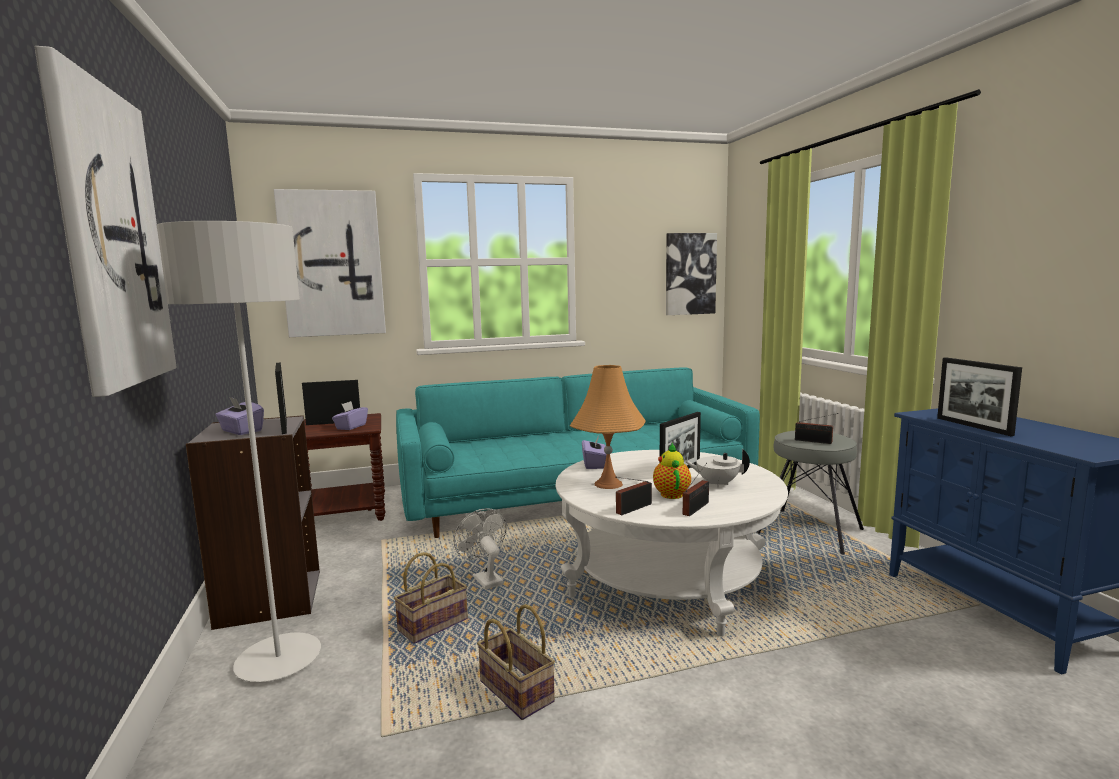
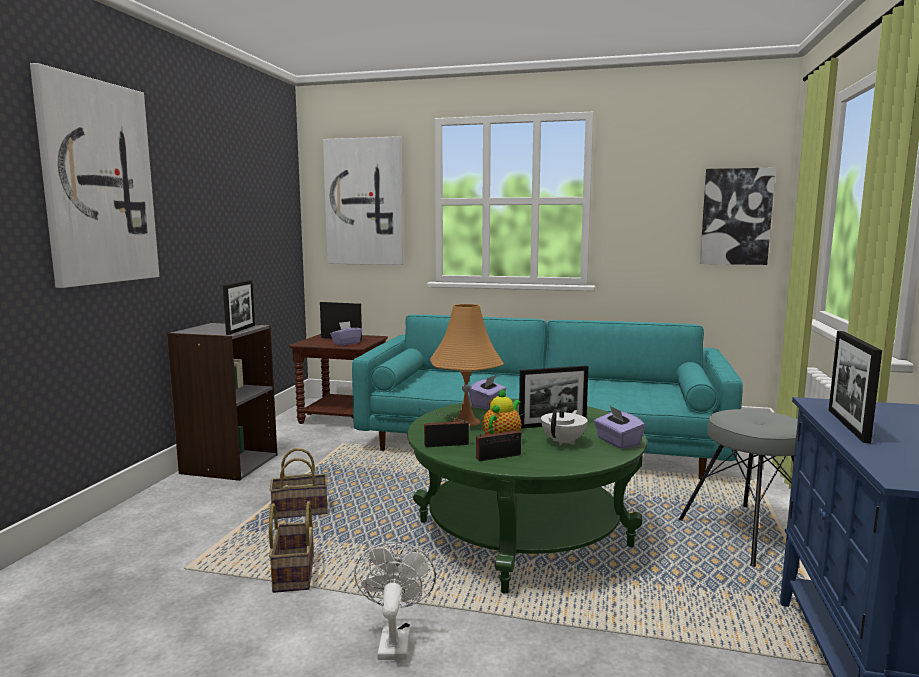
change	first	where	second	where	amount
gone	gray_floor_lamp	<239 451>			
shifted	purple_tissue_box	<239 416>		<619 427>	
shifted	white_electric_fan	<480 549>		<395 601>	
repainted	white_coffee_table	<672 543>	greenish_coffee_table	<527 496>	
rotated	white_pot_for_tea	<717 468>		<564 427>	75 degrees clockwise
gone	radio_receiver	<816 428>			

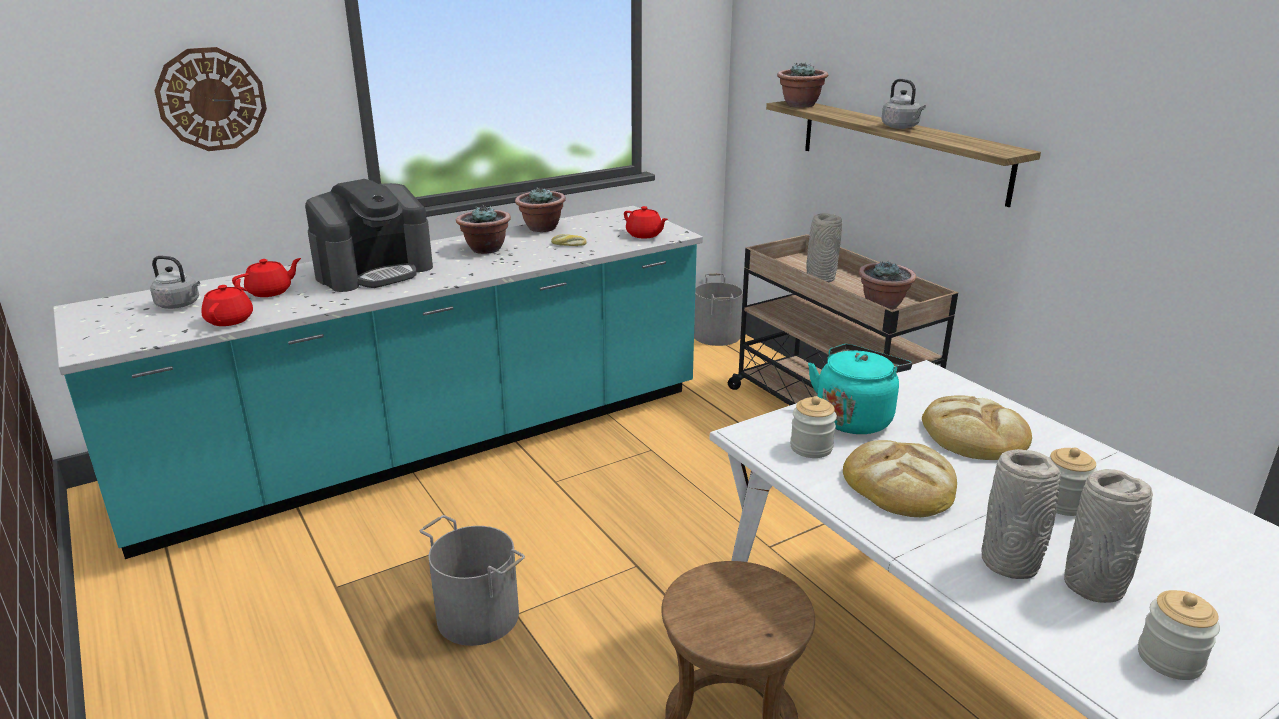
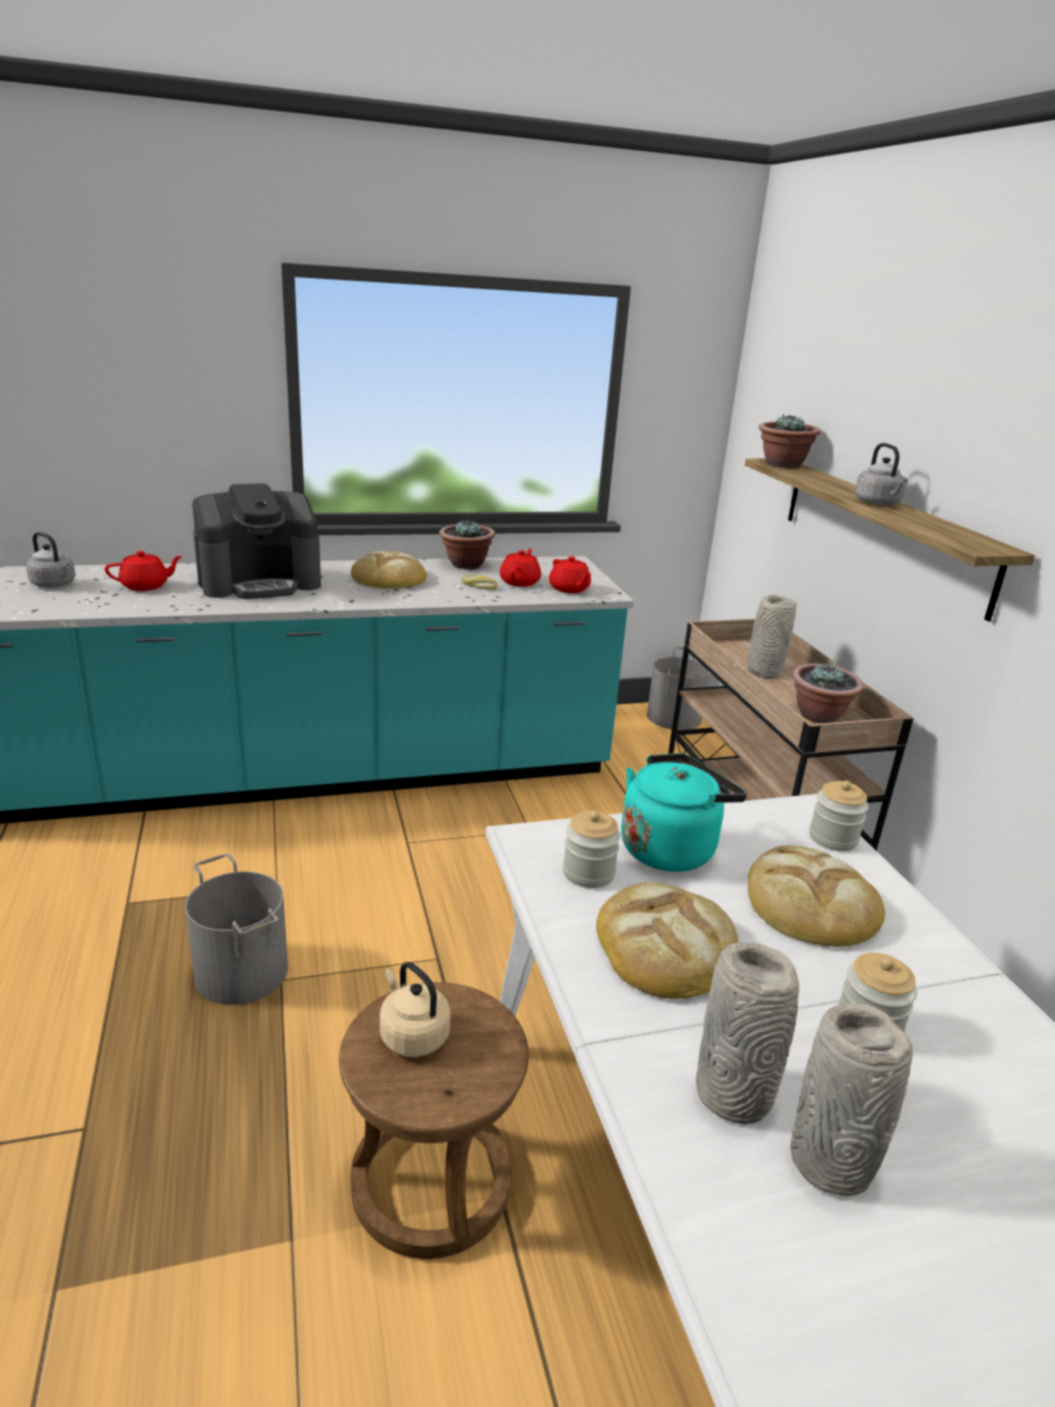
change	first	where	second	where	amount
gone	clock_on_the_wall	<210 99>			
shifted	red-coloured_pot_for_tea	<227 302>		<520 568>	
swapped	potted_plant	<483 229>	bakery_bread	<389 570>	
shifted	storage_jar	<1179 635>		<839 816>	
new			beige_kettle	<415 1009>	

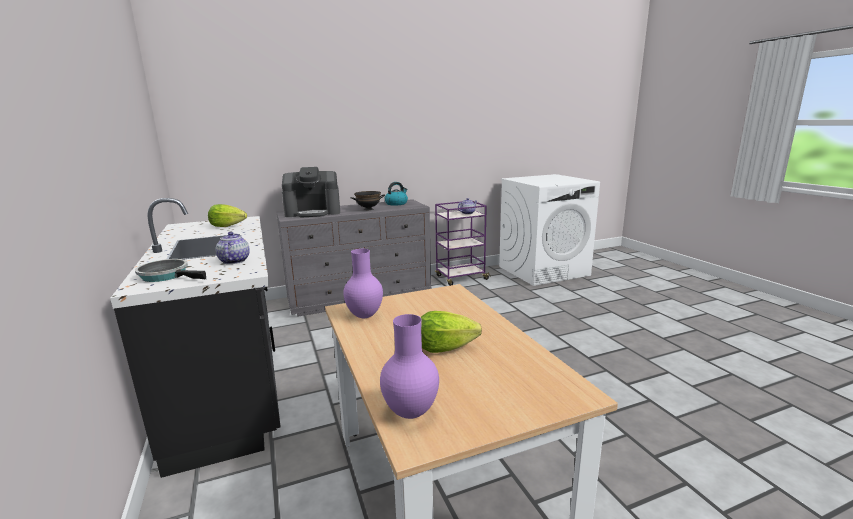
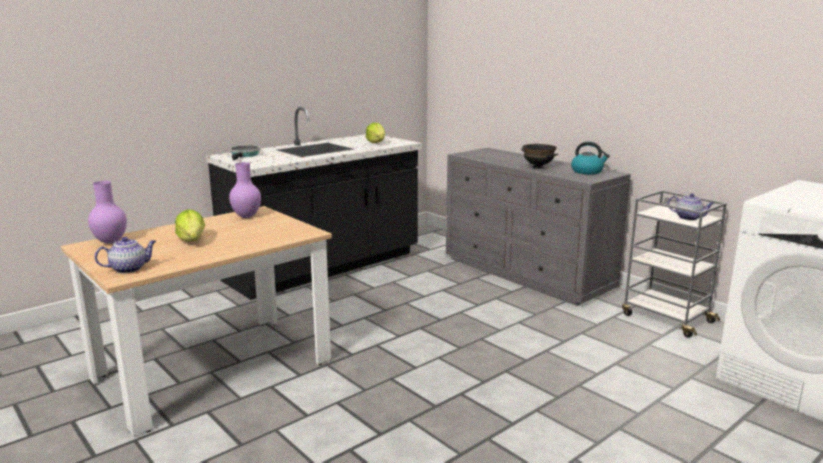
change	first	where	second	where	amount
shifted	pot_for_tea	<232 248>		<125 255>	
gone	coffee_maker	<311 192>			
repainted	purple_trolley	<463 243>	gray_trolley	<674 264>	

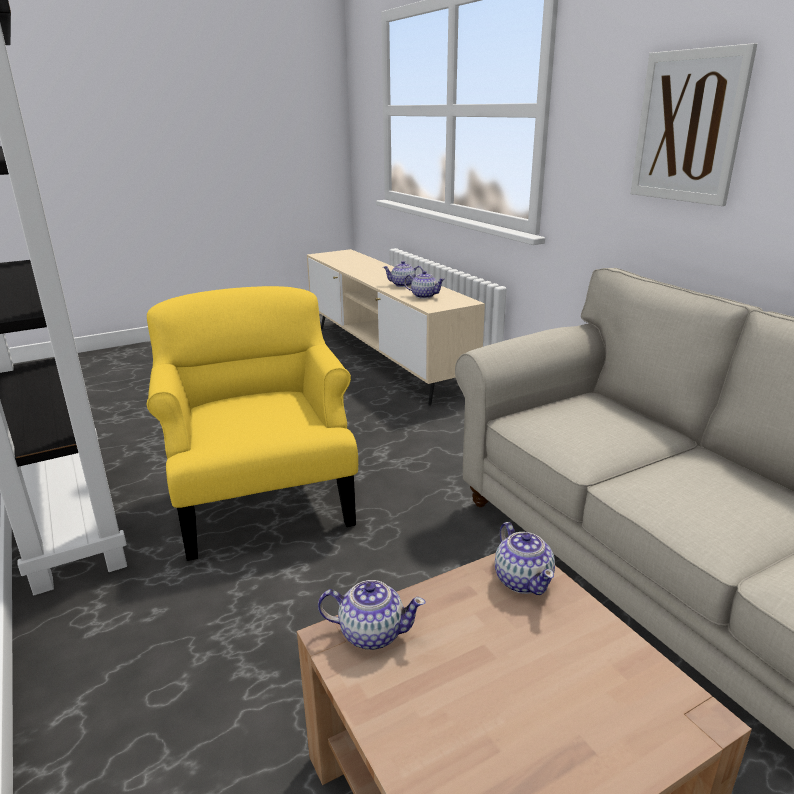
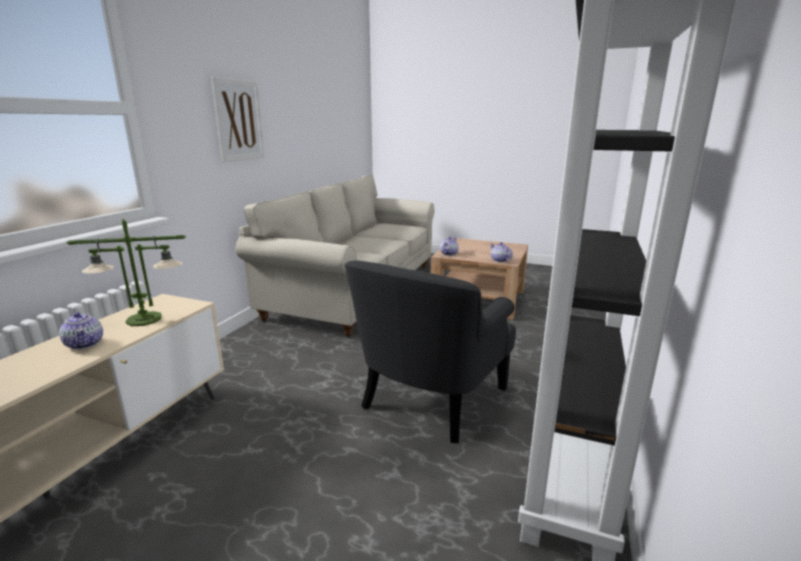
change	first	where	second	where	amount
repainted	yellow_armchair	<252 423>	blackish_armchair	<430 351>	
swapped	pot_for_tea	<424 285>	tabletop_lamp	<126 272>	

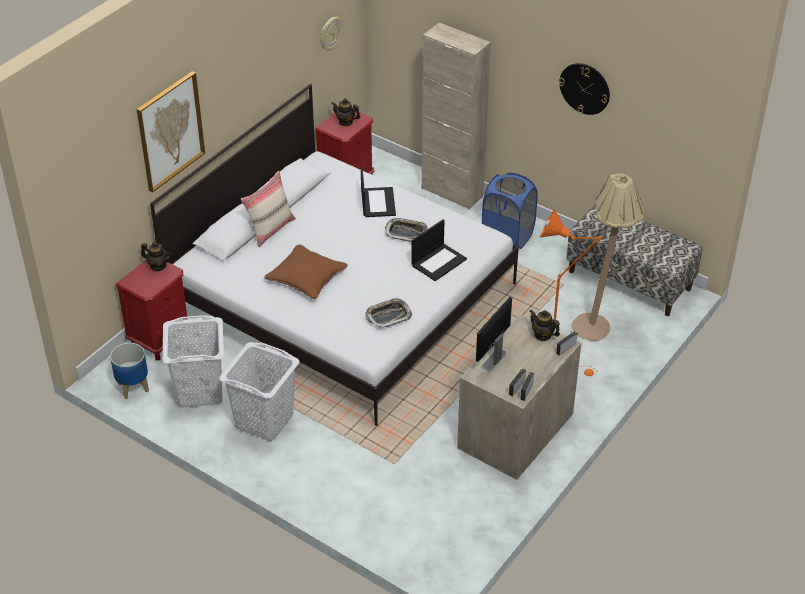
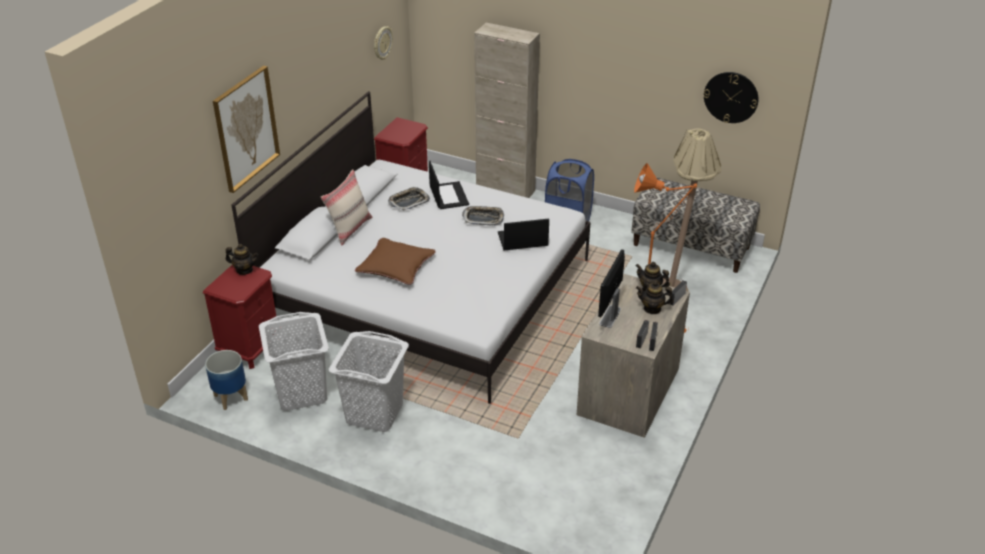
change	first	where	second	where	amount
shifted	pot_for_tea	<345 112>		<654 297>	
shifted	tray	<388 313>		<409 199>	
rotated	laptop	<439 250>		<523 234>	135 degrees counterclockwise
shifted	clock_on_the_wall	<584 89>		<731 97>	

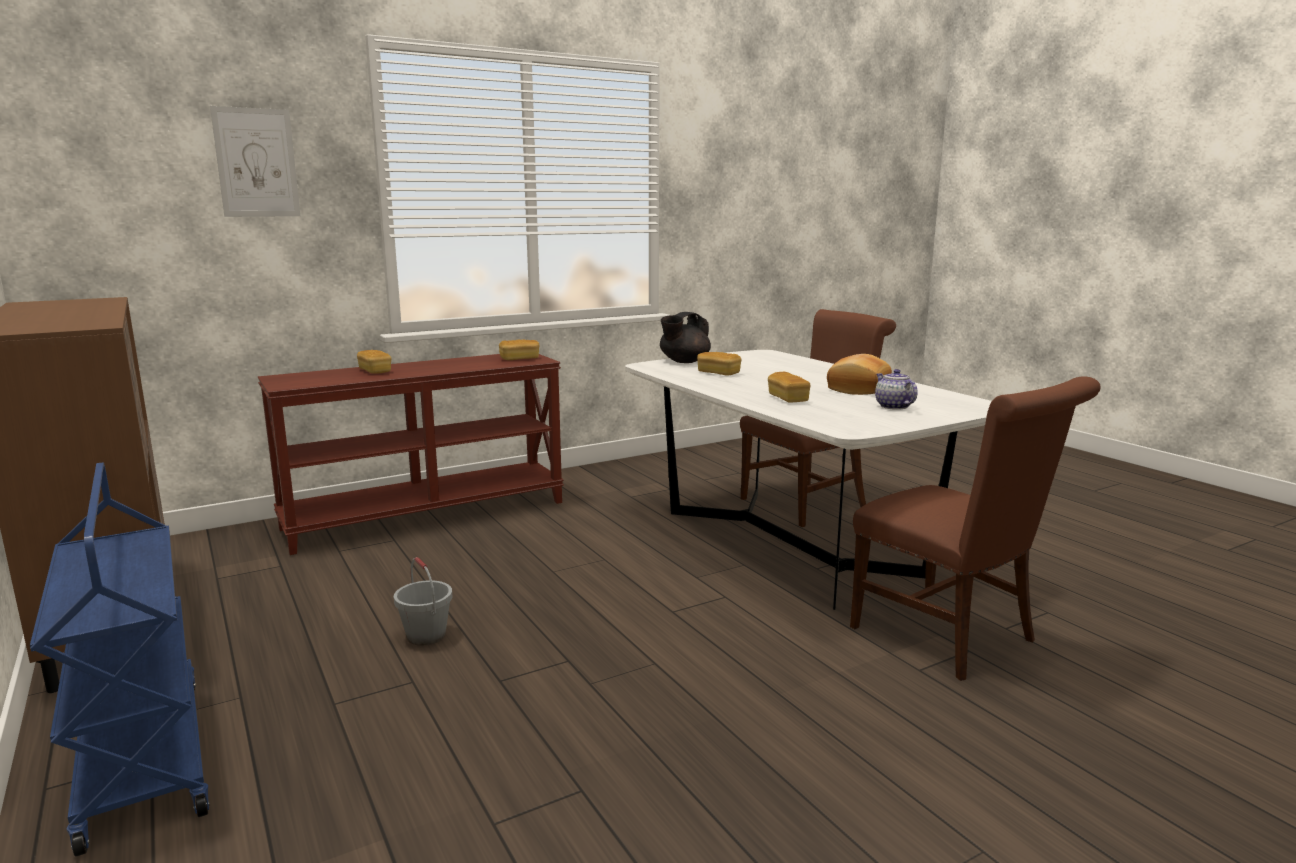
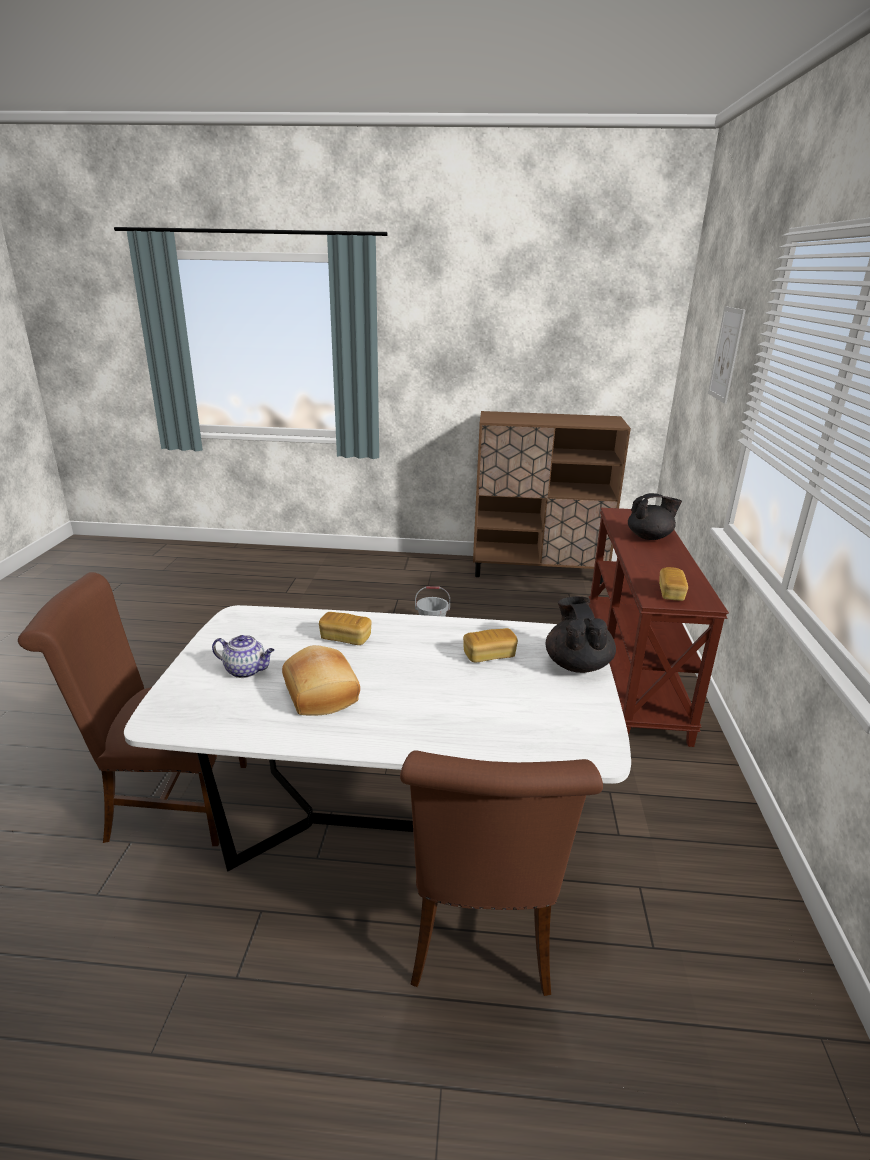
change	first	where	second	where	amount
gone	blue-coloured_trolley	<120 659>			
swapped	bakery_bread	<374 362>	blackish_pot_for_tea	<655 516>	

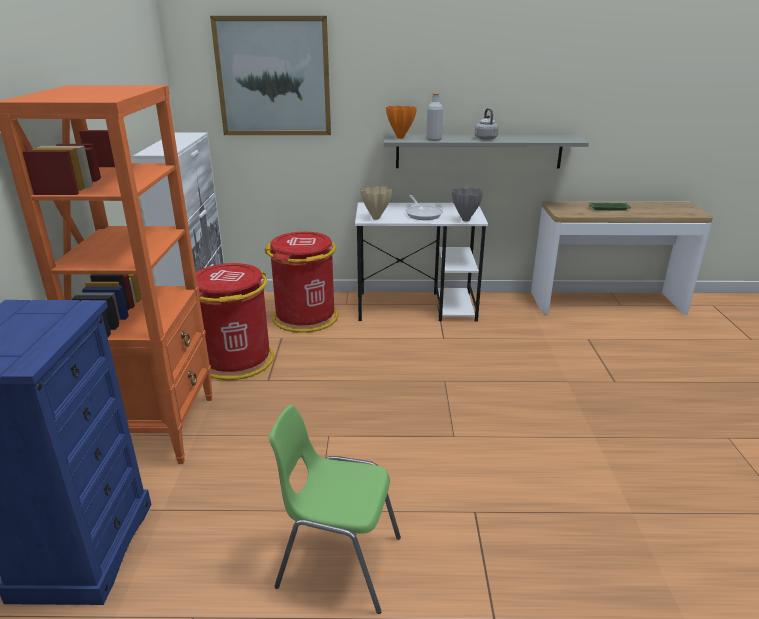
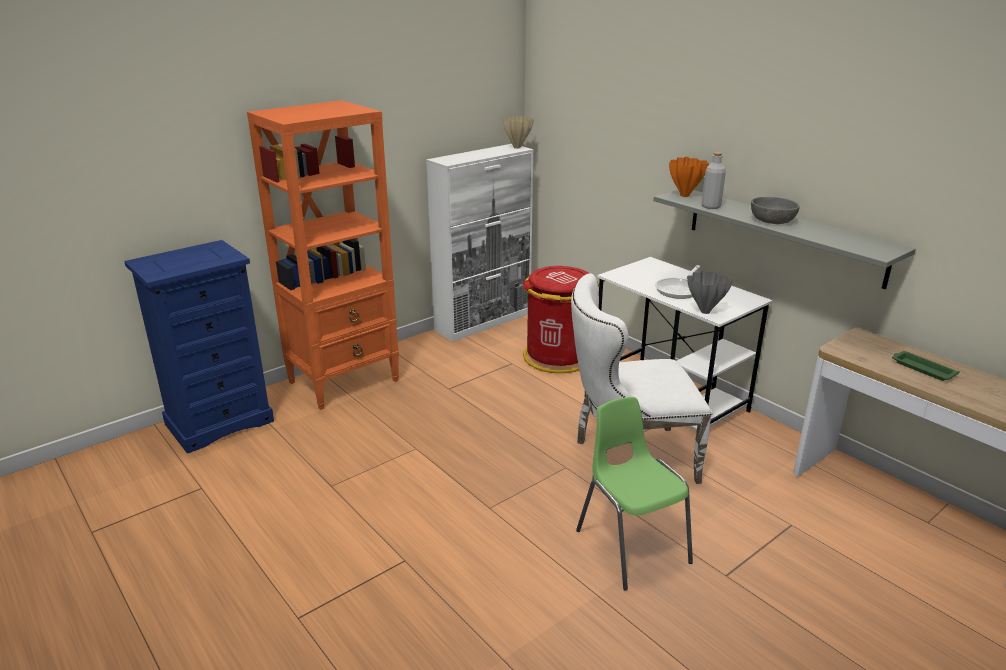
change	first	where	second	where	amount
gone	red-coloured_trash_can	<235 321>			
gone	wall_art	<270 75>			
shifted	greenish_chair	<335 509>		<634 494>	
shifted	beige_flower_vase	<376 203>		<518 132>	
swapped	gray_kettle	<487 124>	gray_deep_dish	<775 210>	
new			white_chair	<641 379>	

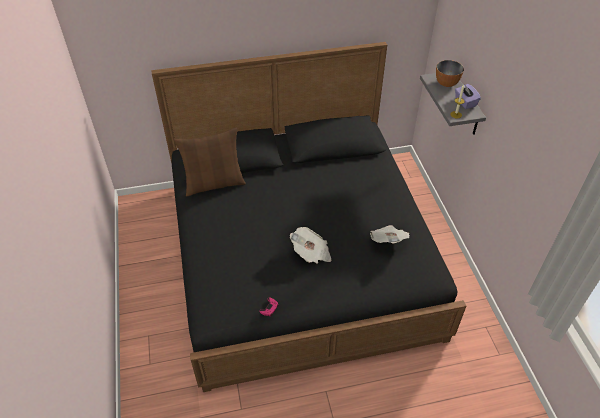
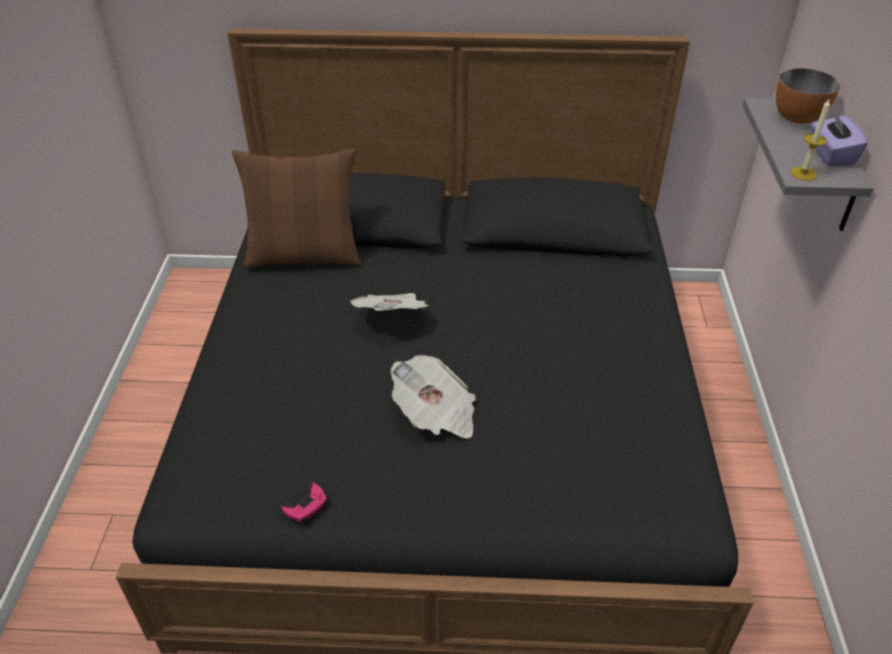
change	first	where	second	where	amount
shifted	newspaper	<390 234>		<390 302>	

